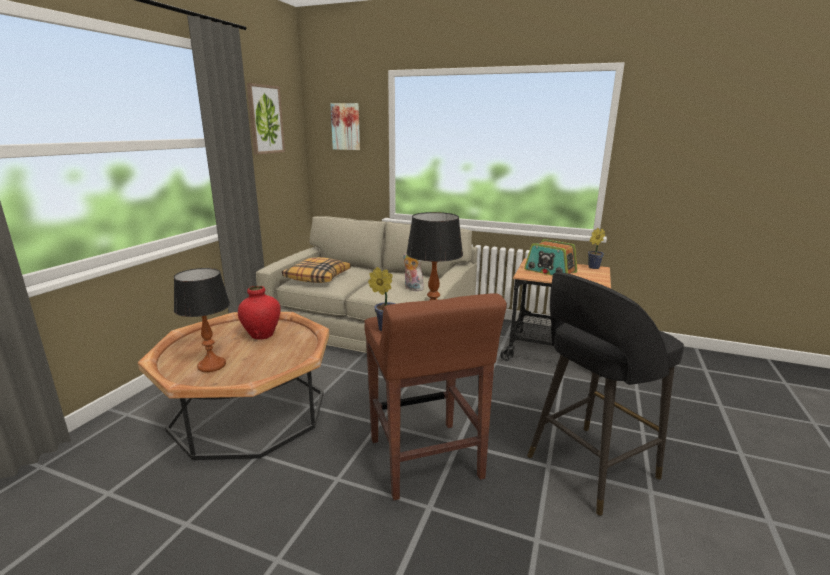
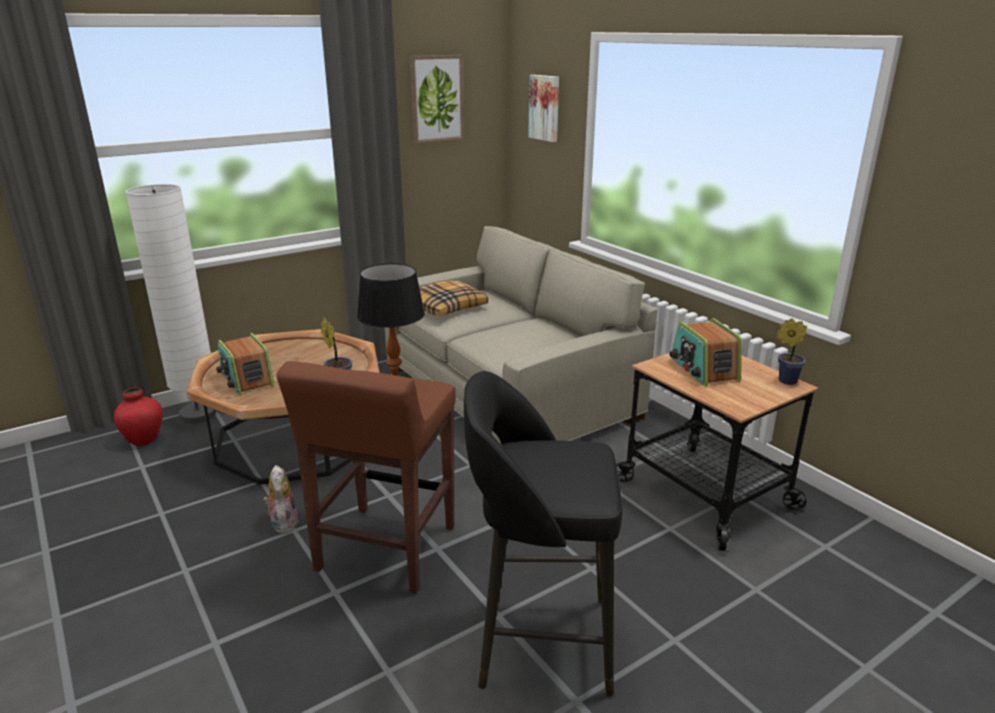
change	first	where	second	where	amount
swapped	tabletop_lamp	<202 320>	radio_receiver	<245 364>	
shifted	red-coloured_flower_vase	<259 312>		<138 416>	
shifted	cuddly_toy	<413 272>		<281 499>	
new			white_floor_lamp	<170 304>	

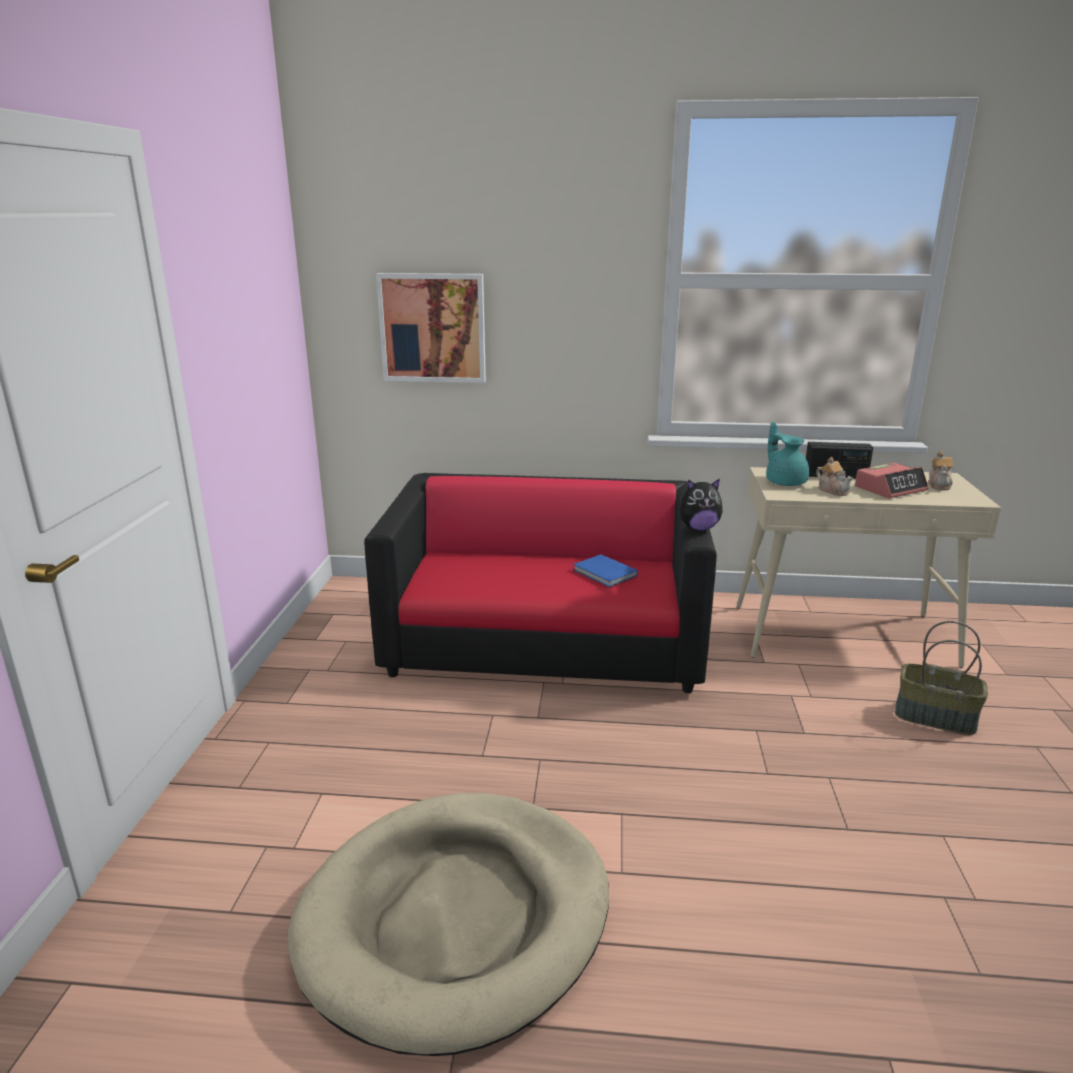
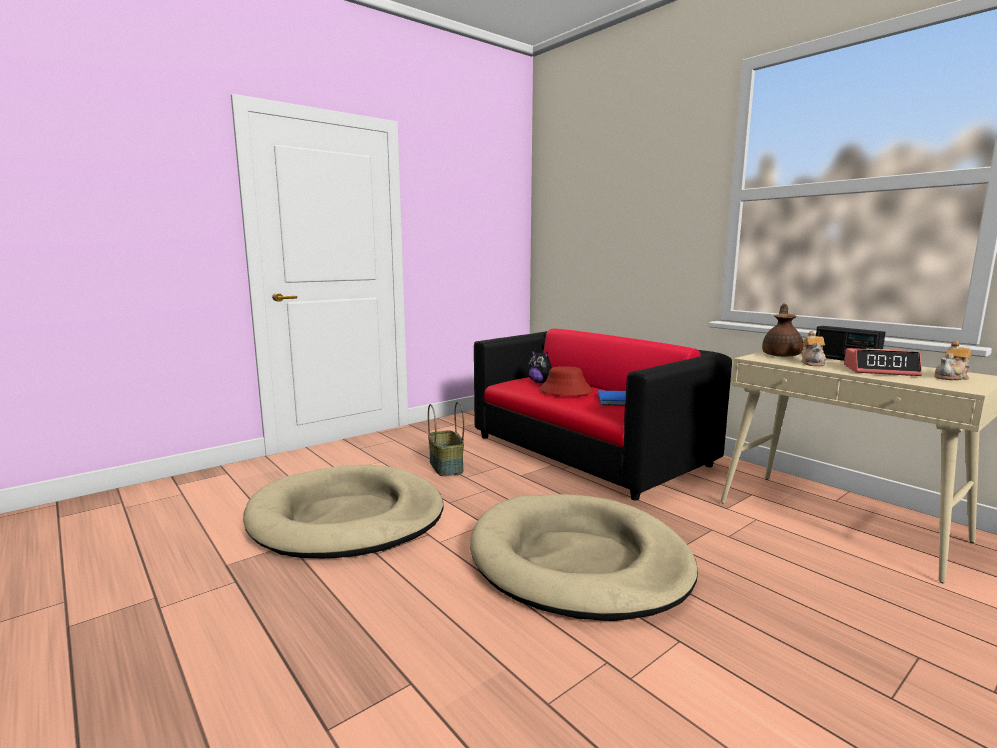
change	first	where	second	where	amount
gone	wall_art	<431 328>			
shifted	cuddly_toy	<701 504>		<540 366>	
repainted	turquoise-coloured_pot_for_tea	<787 454>	brown_pot_for_tea	<782 330>	
shifted	household_basket	<941 678>		<446 439>	
new			beige_dog_bed	<584 557>	
new			red-coloured_wearable_hat	<566 380>	

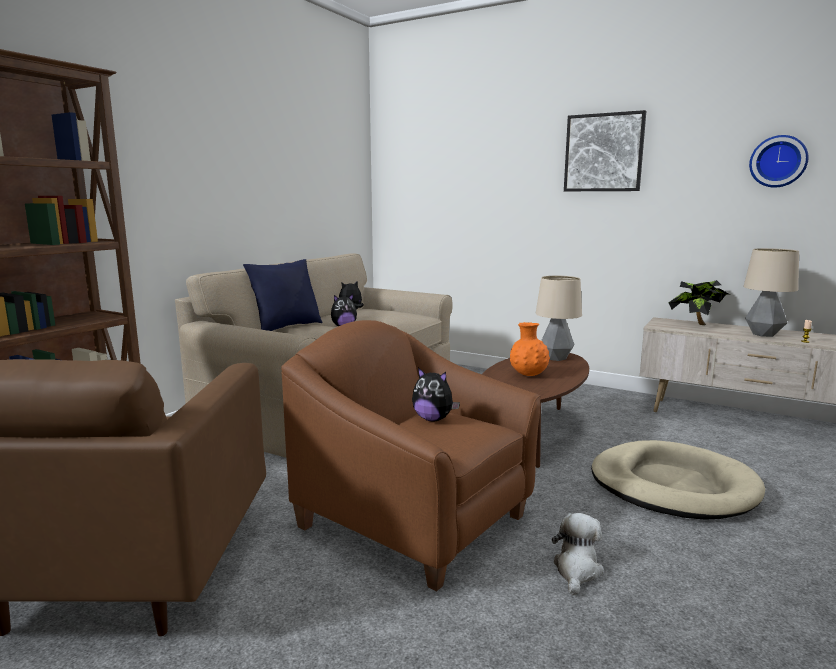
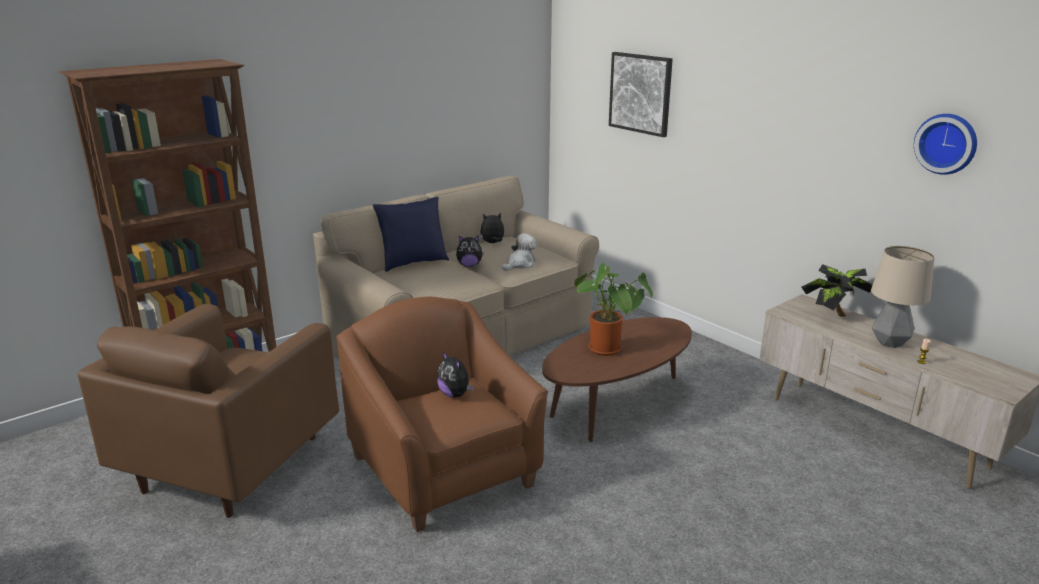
change	first	where	second	where	amount
swapped	orange-coloured_flower_vase	<530 349>	potted_plant	<613 309>	
gone	tabletop_lamp	<559 318>			
shifted	cuddly_toy	<578 554>		<519 252>	
shifted	wall_art	<605 150>		<641 94>	
gone	beige_dog_bed	<678 480>			

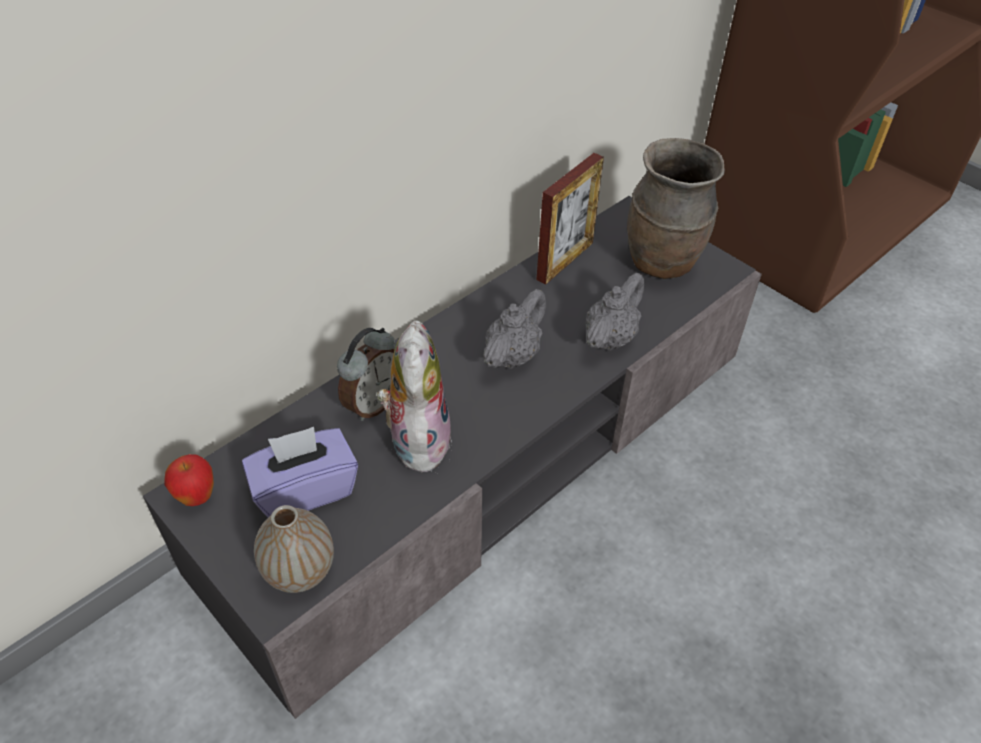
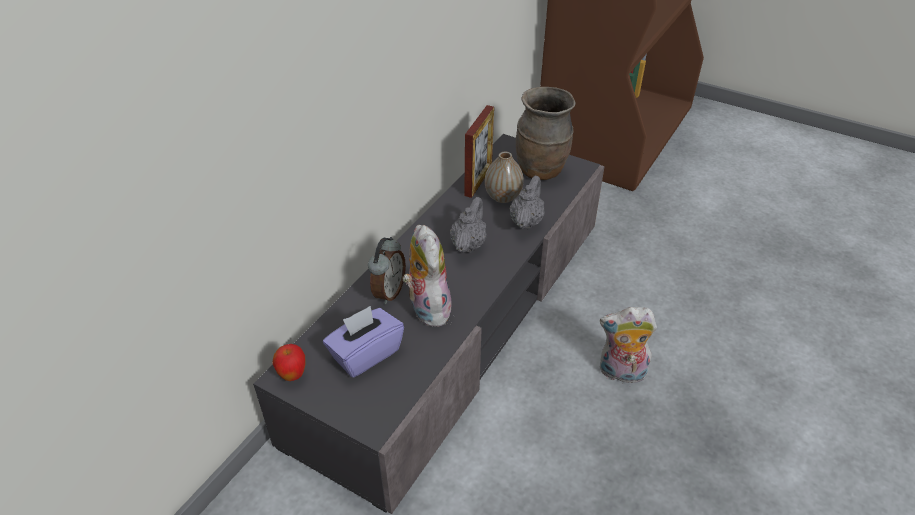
change	first	where	second	where	amount
shifted	flower_vase	<294 549>		<504 177>	
new			cuddly_toy	<628 345>	

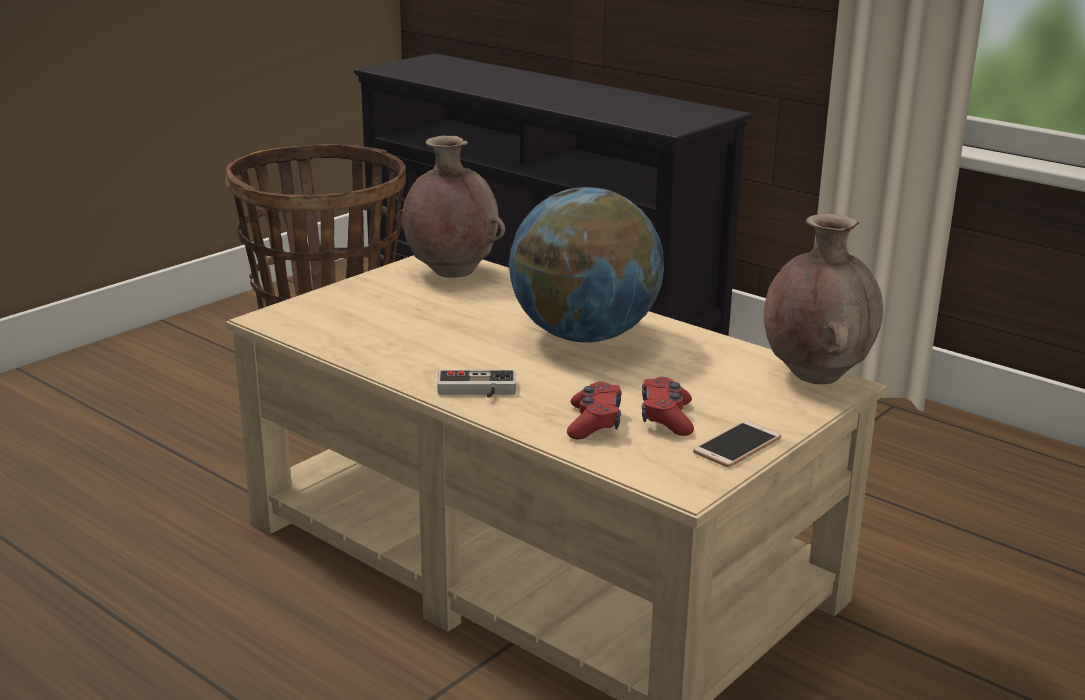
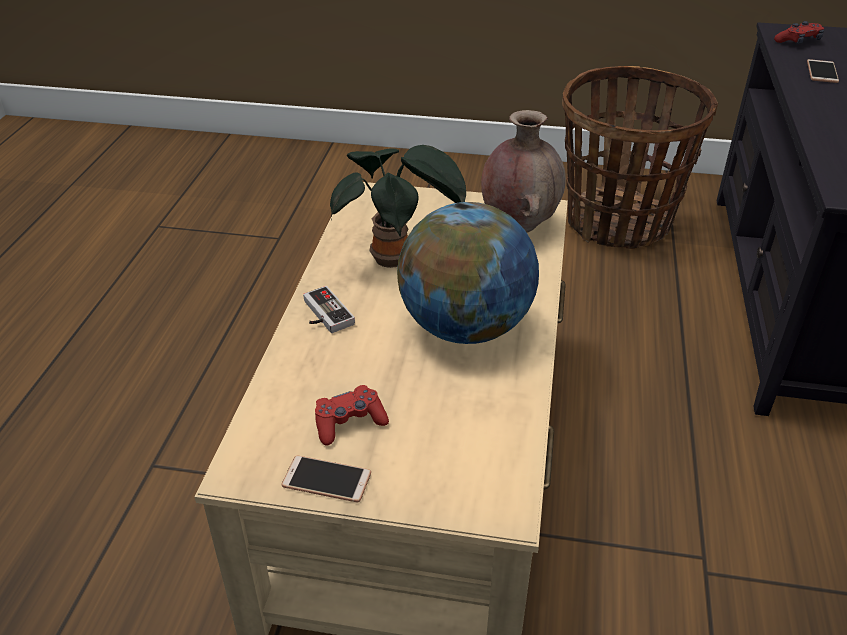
change	first	where	second	where	amount
shifted	red-coloured_joypad	<594 411>		<799 32>	
gone	brown_flower_vase	<823 299>			
new			potted_plant	<398 206>	
new			telephone	<823 71>	

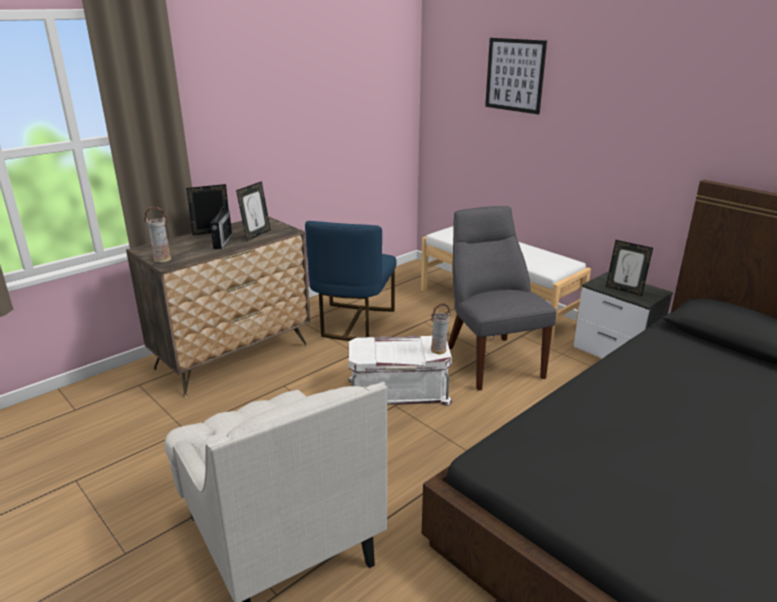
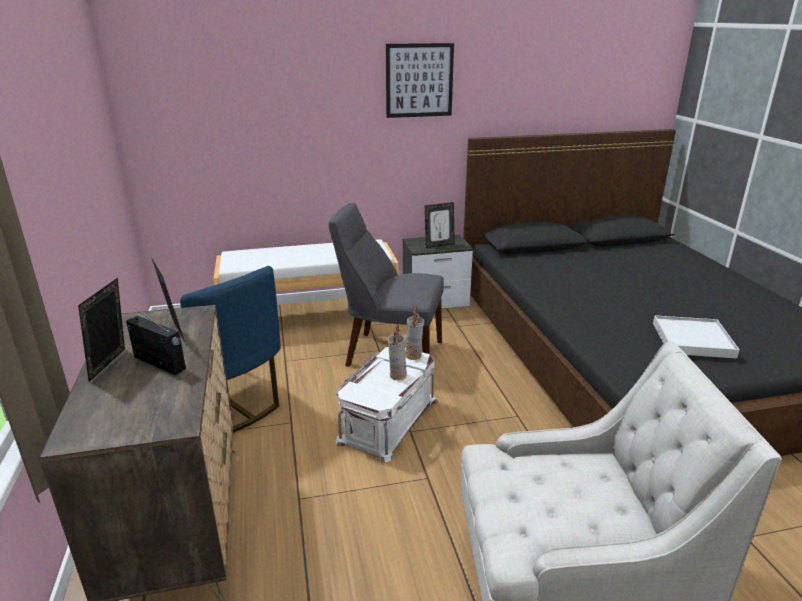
change	first	where	second	where	amount
shifted	flower_vase	<157 234>		<397 352>	
shifted	wall_art	<516 76>		<420 80>	
new			white_tray	<696 337>	

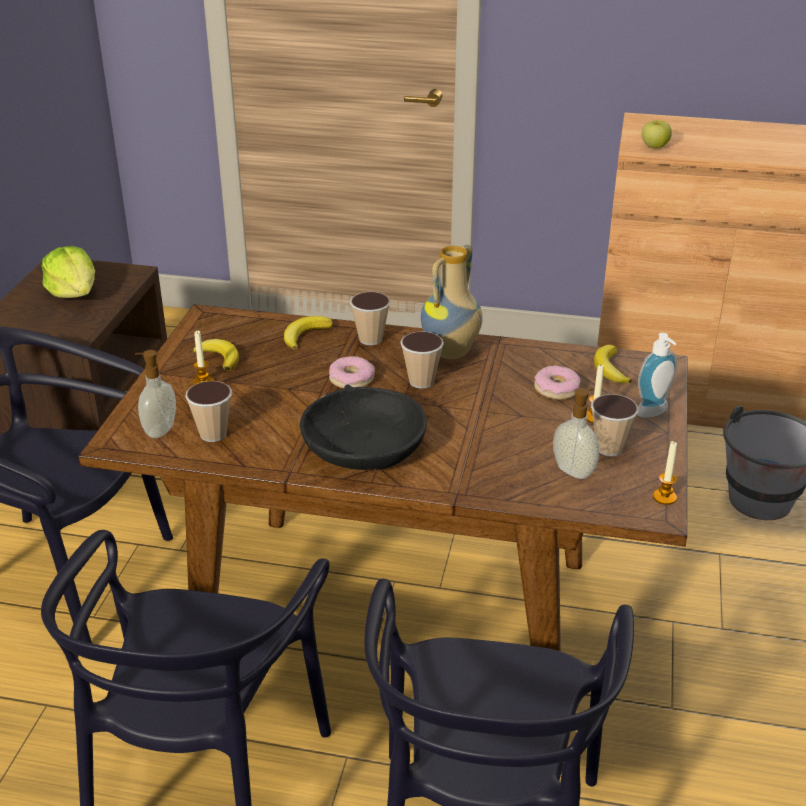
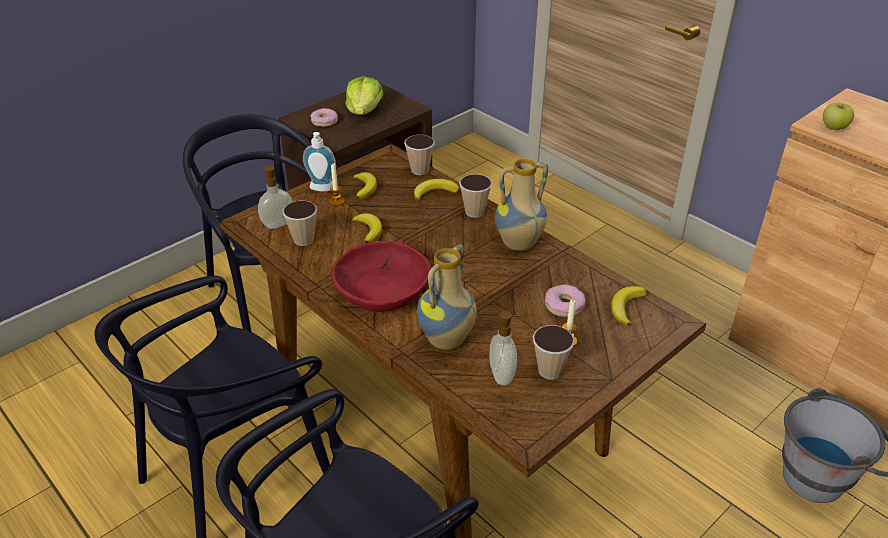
change	first	where	second	where	amount
repainted	blackish_deep_dish	<363 427>	red-coloured_deep_dish	<381 275>	
shifted	ring_doughnut	<352 372>		<324 117>	
shifted	drinking_cup	<422 360>		<419 155>	
shifted	soap_bottle	<657 375>		<319 161>	
gone	wax_light	<665 473>			
new			whole_banana	<367 228>	
new			flower_vase	<447 297>	

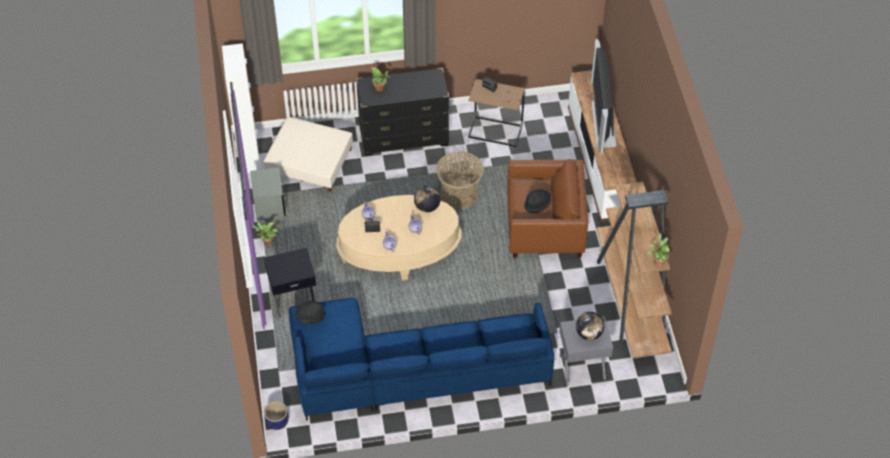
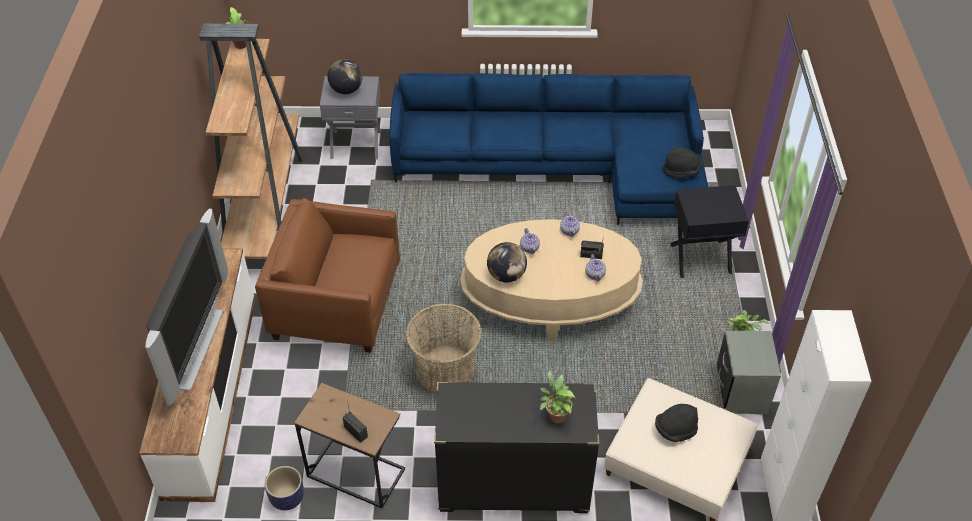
change	first	where	second	where	amount
shifted	plant_pot	<276 415>		<284 488>	
shifted	blackish_wearable_hat	<537 201>		<676 423>	

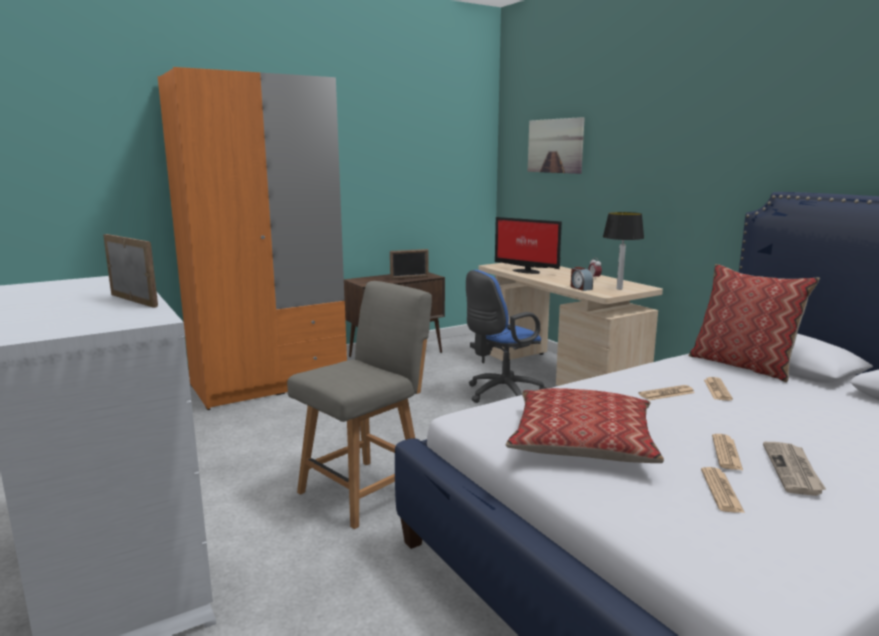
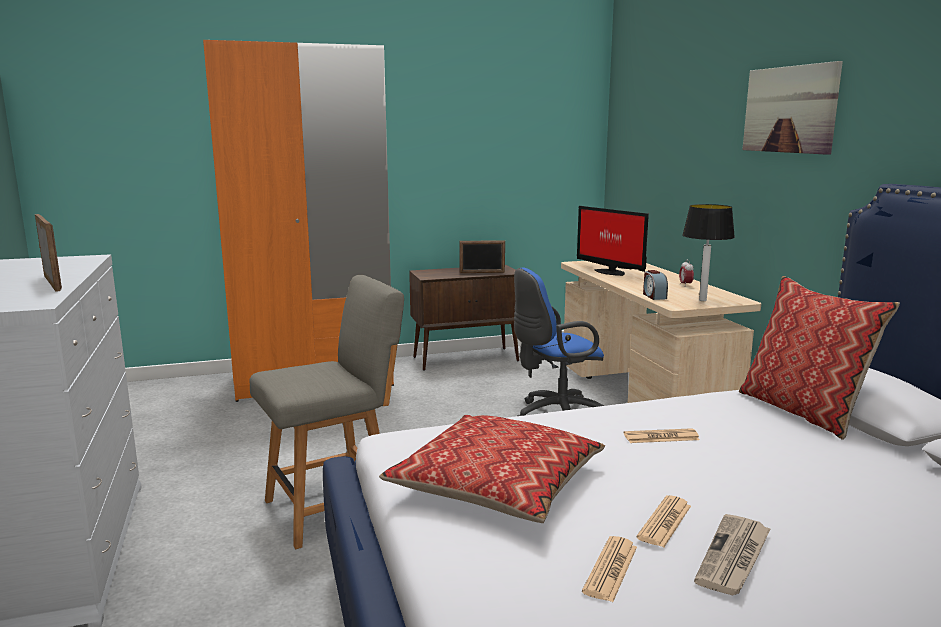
change	first	where	second	where	amount
shifted	wall_art	<556 145>		<792 108>	
gone	newspaper	<718 389>			

